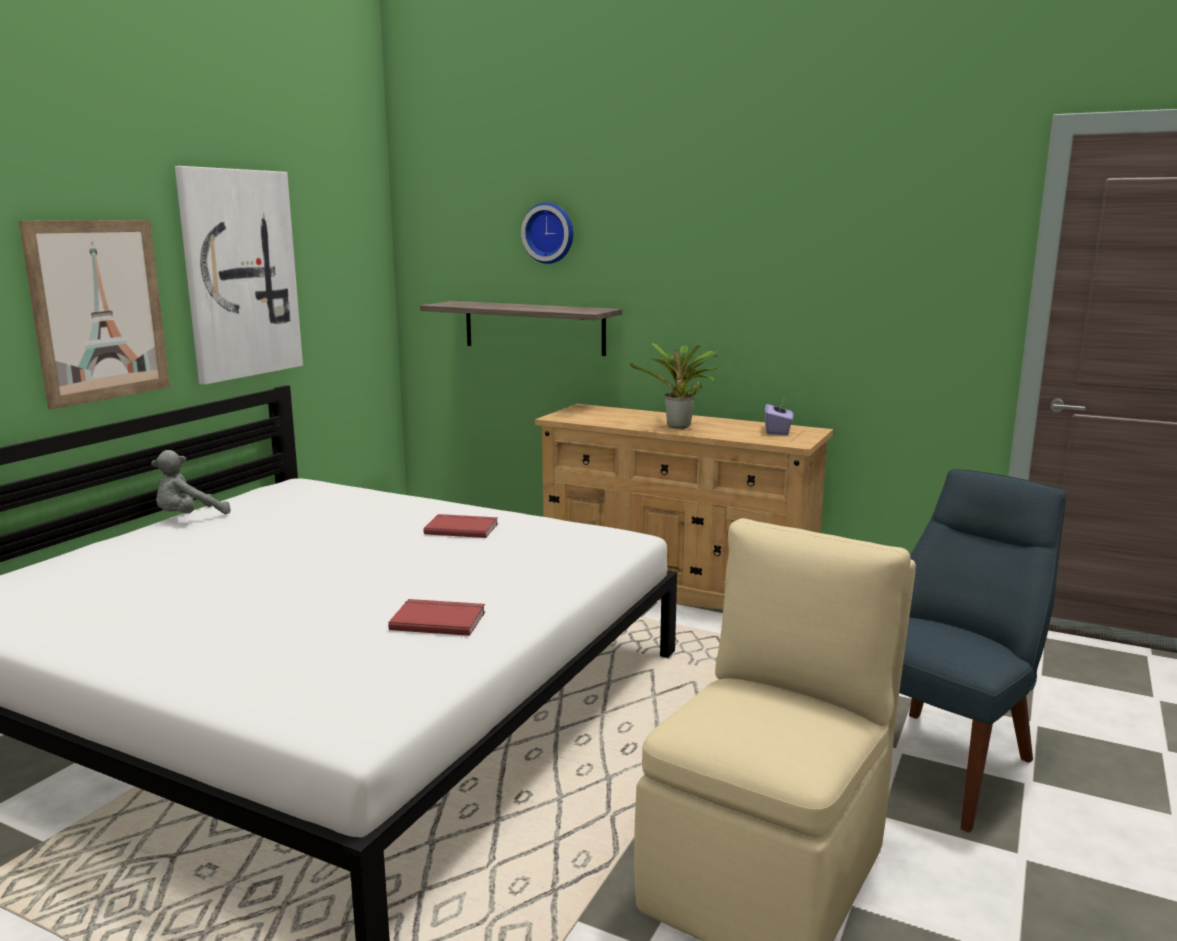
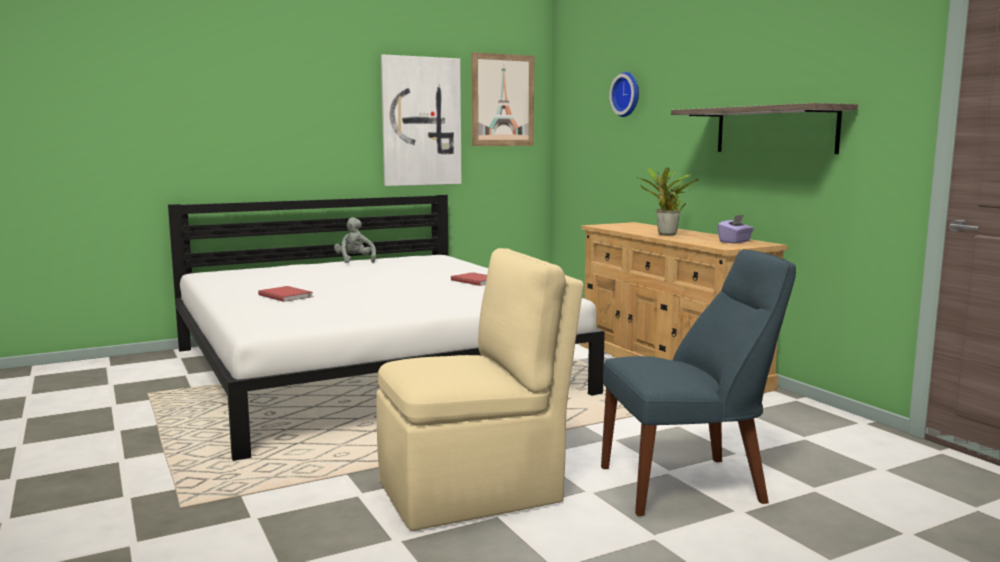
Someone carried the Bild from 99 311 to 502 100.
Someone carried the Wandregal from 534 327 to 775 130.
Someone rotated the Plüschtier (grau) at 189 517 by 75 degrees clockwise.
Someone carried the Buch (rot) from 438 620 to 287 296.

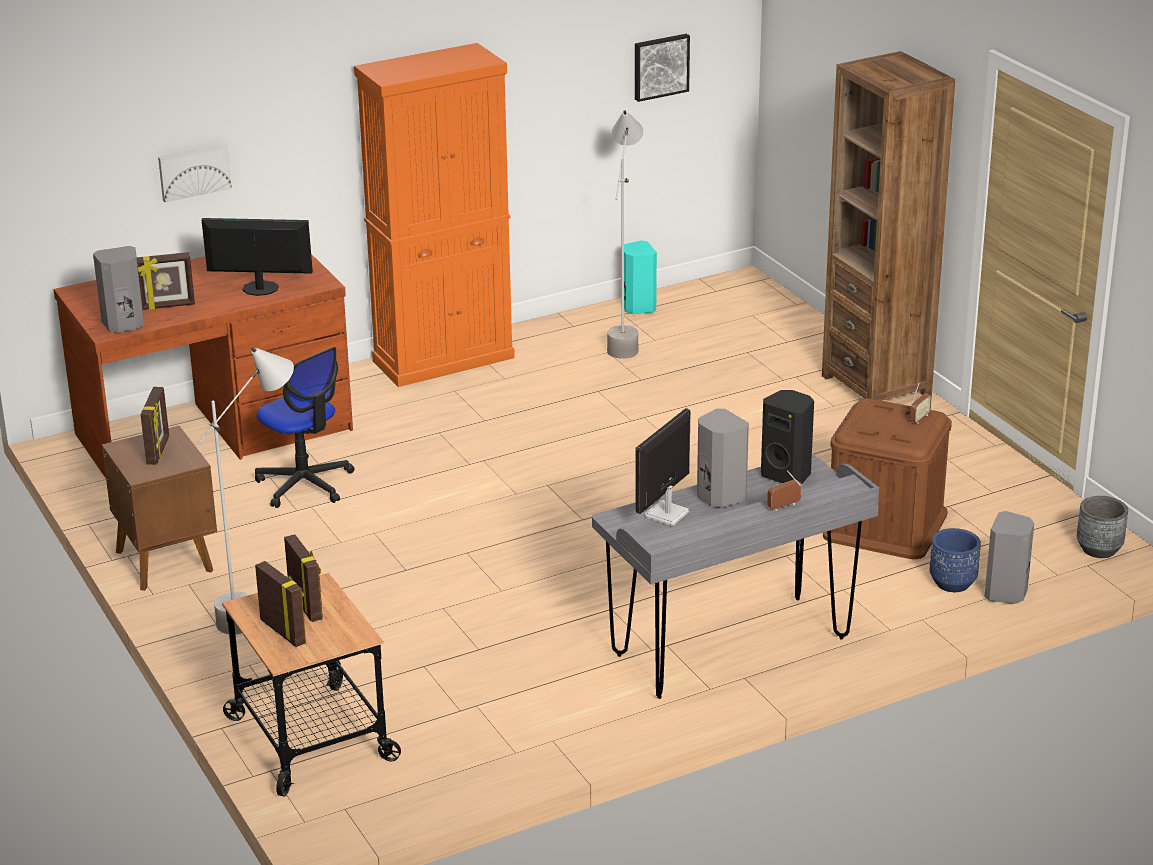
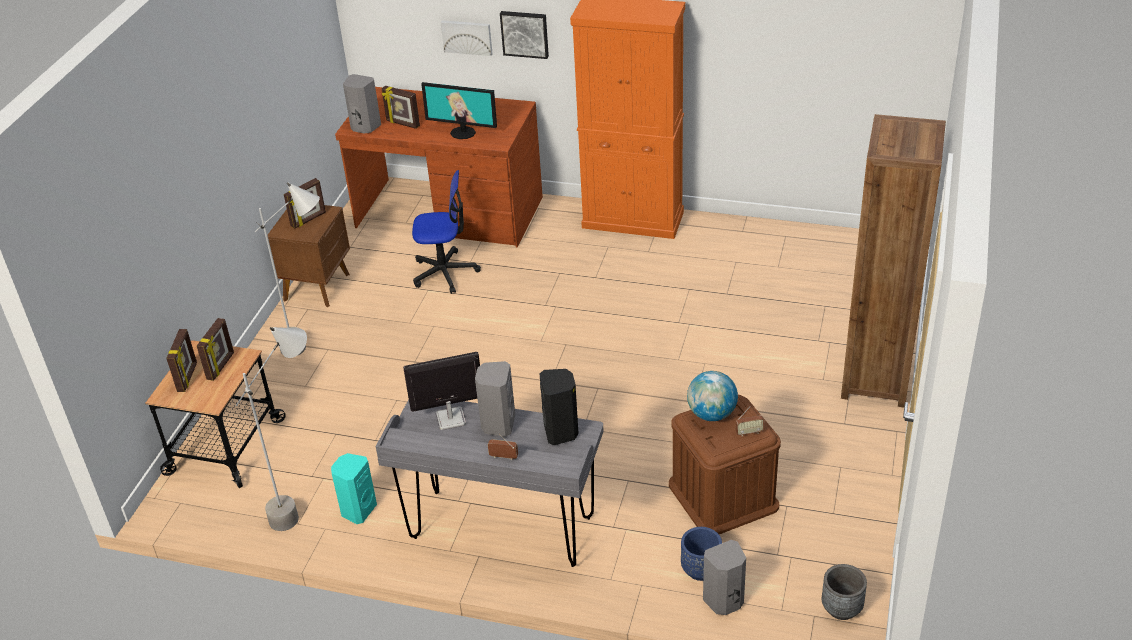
Someone carried the Bild from 660 66 to 525 33.
Someone carried the Stehlampe (grau) from 624 339 to 305 506.
Someone rotated the Monitor at 260 289 by 150 degrees clockwise.
Someone carried the Lautsprecher (türkis) from 637 308 to 357 510.
Someone rotated the Bürostuhl at 305 484 by 90 degrees counterclockwise.
Someone put down the Globus at 711 414.

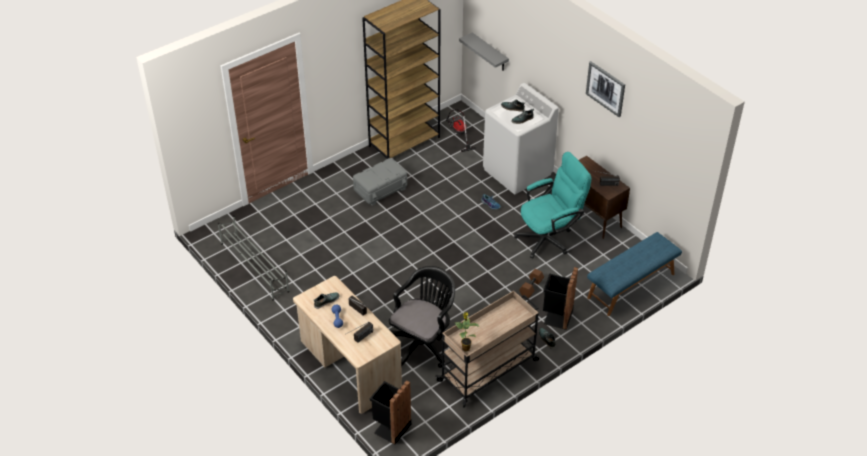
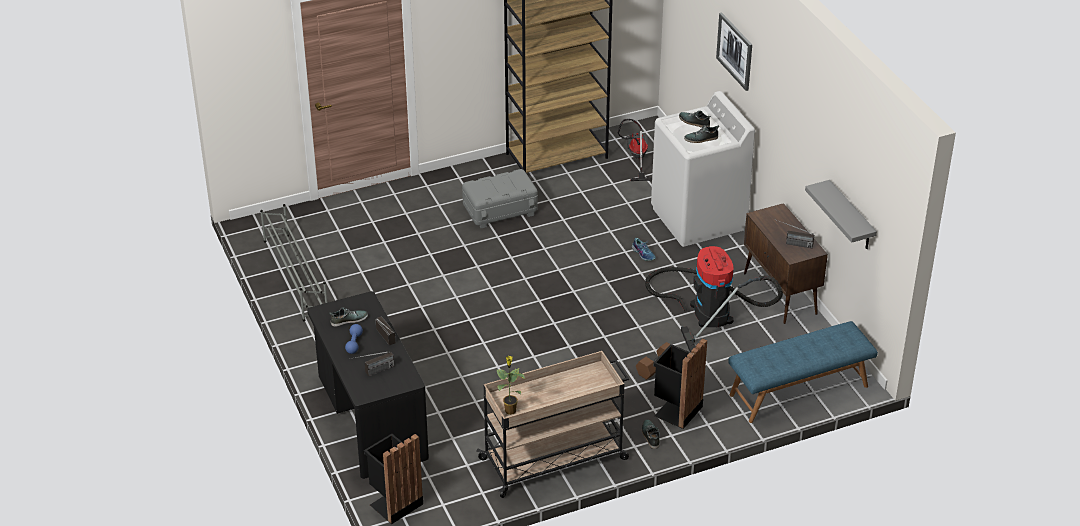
Someone carried the Wandregal (grau) from 490 52 to 851 217.
Someone carried the Bild from 605 88 to 735 51.
Someone swapped the Bürostuhl (türkis) at 549 238 for the Staubsauger at 708 310.
Someone took away the Bürostuhl (schwarz) at 424 342.
Someone repainted the Schreibtisch (beige) at 349 366, which became the Schreibtisch (schwarz) at 369 419.

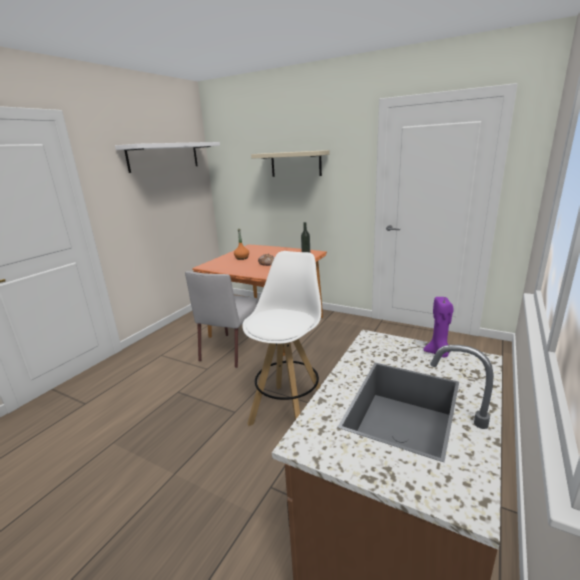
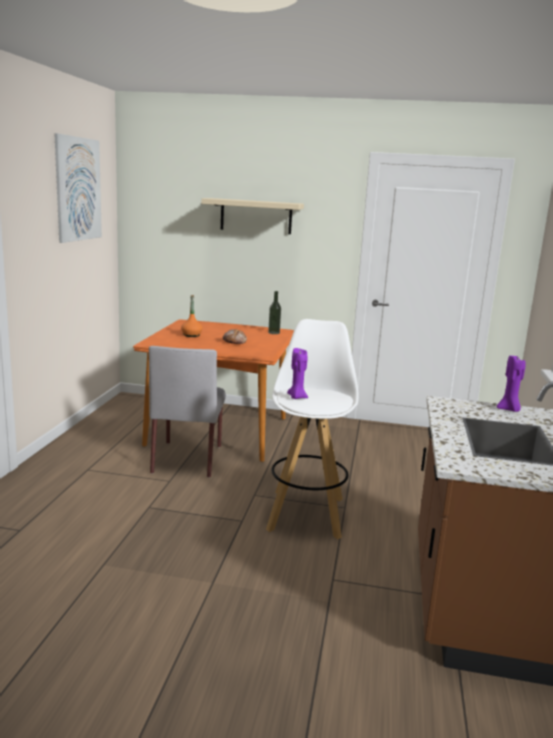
Someone swapped the Wandregal (weiß) at 164 156 for the Bild at 78 189.
Someone put down the Kerze (lila) at 296 397.

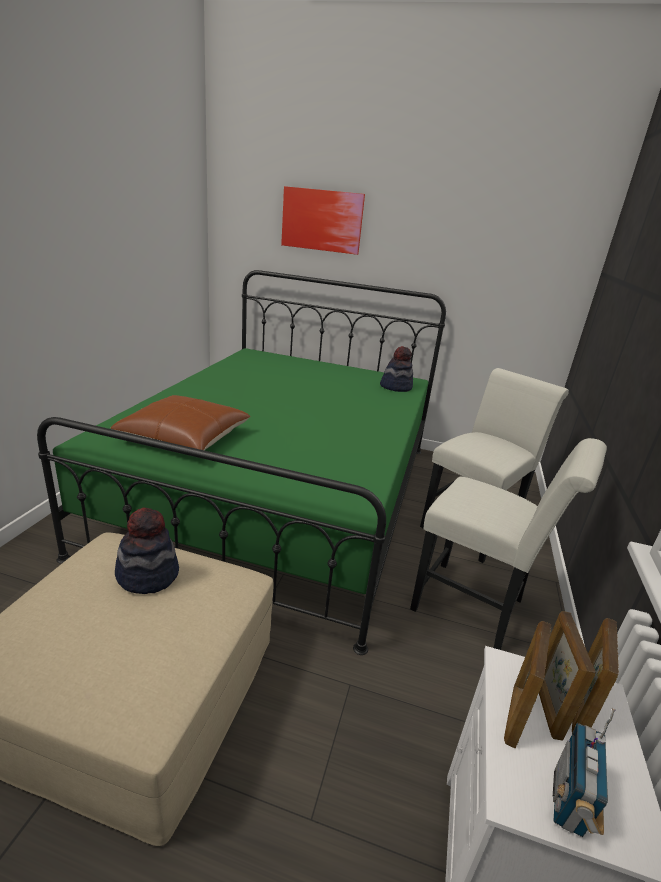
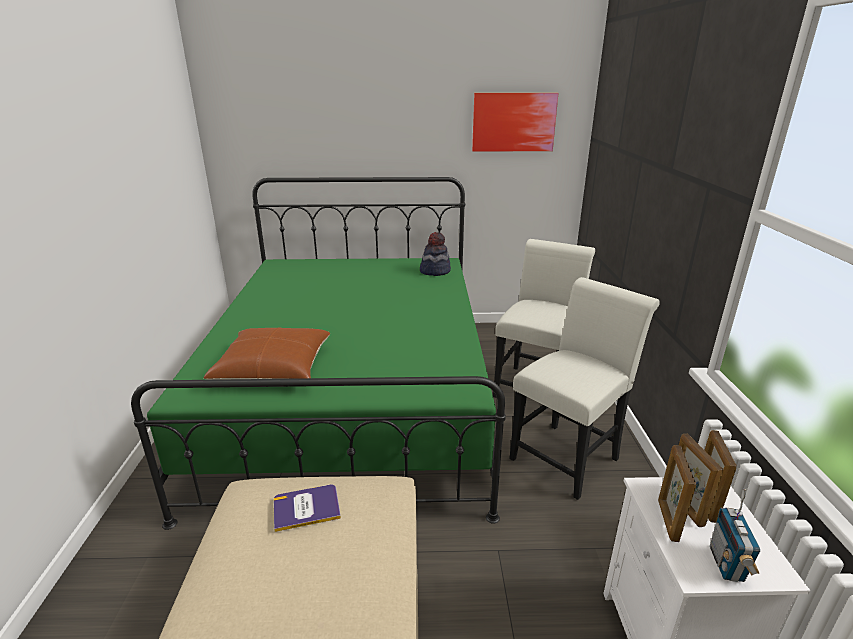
Someone carried the Bild from 322 220 to 513 122.
Someone rotated the Stuhl (weiß) at 476 609 by 60 degrees counterclockwise.
Someone swapped the Hut at 148 575 for the Buch at 306 508.

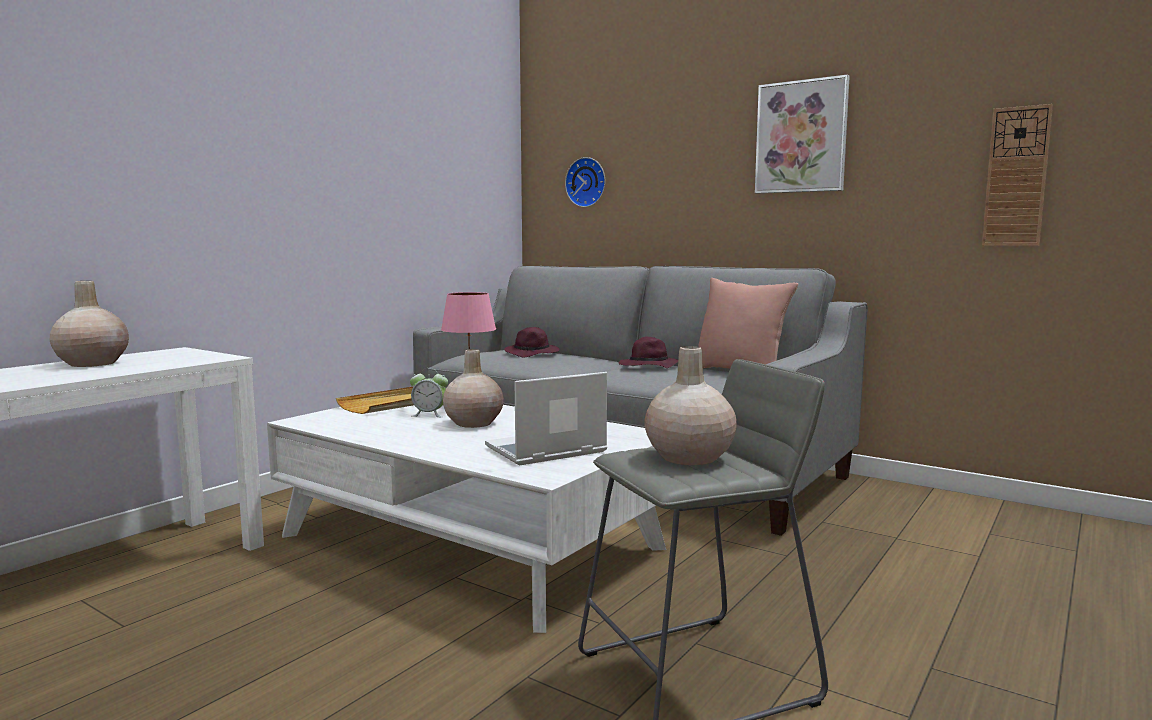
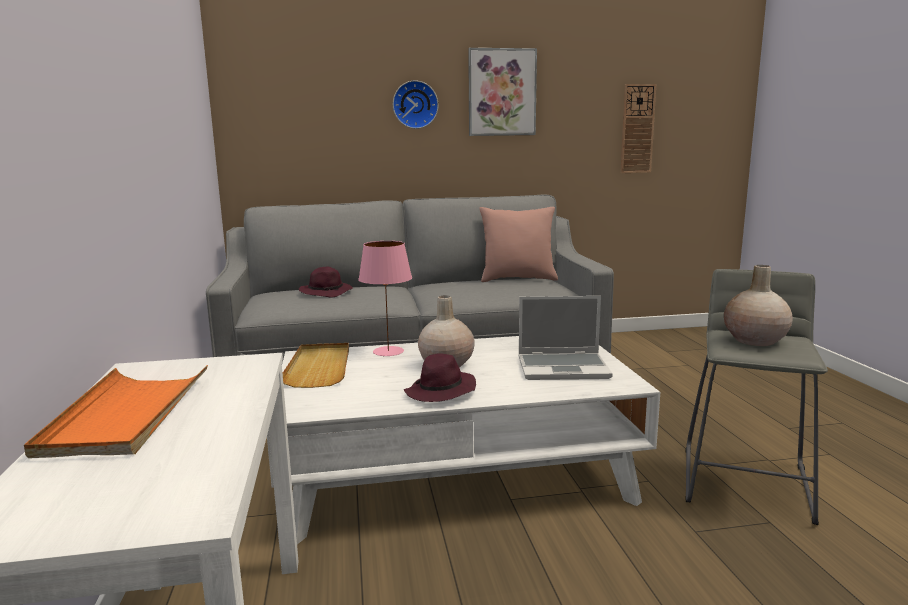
Someone carried the Wanduhr from 587 182 to 415 105.
Someone swapped the Vase (beige) at 92 363 for the Tablett (orange) at 127 415.
Someone carried the Hut (lila) from 648 367 to 441 392.
Someone took away the Wecker at 429 414.
Someone rotated the Laptop at 545 450 by 105 degrees counterclockwise.

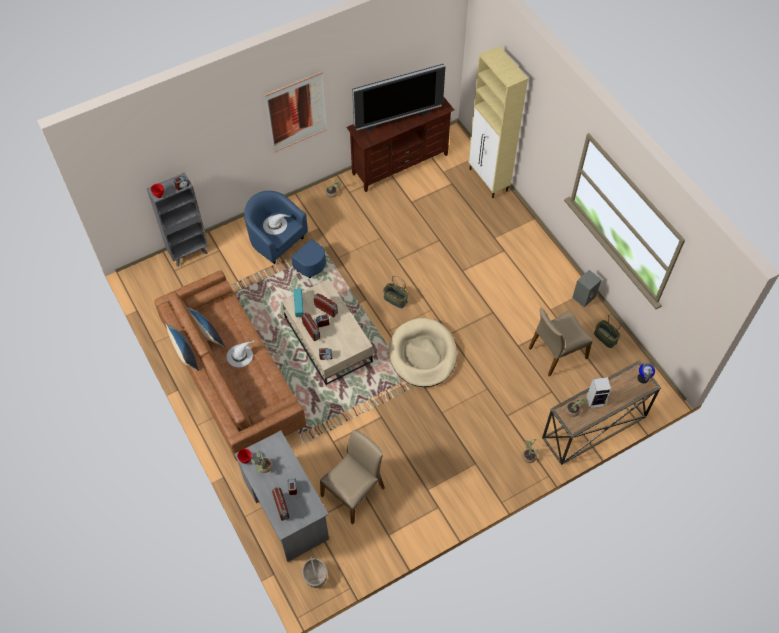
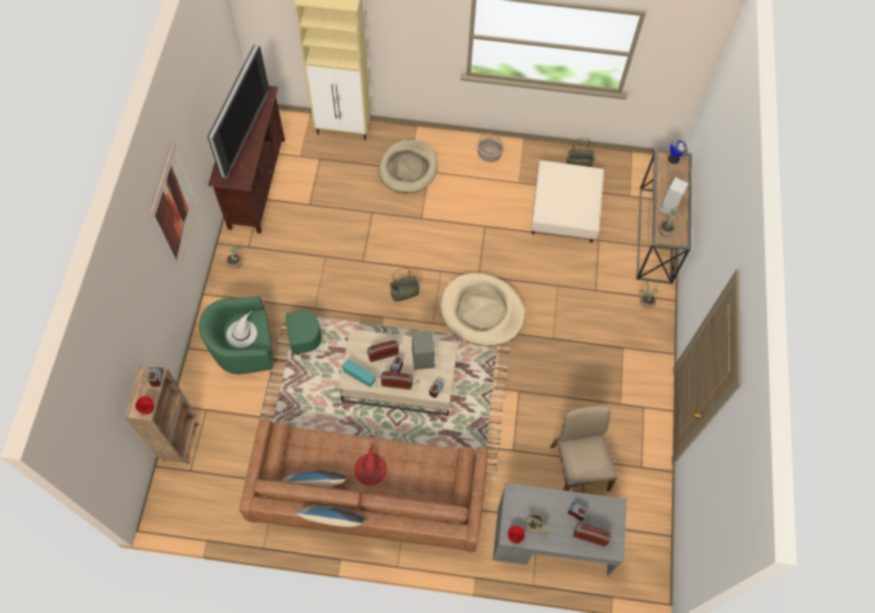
Someone repainted the Bücherregal (grau) at 189 252, which became the Bücherregal (braun) at 181 441.
Someone repainted the Sessel (blau) at 284 247, which became the Sessel (grün) at 259 347.
Someone carried the Lautsprecher (grau) from 584 296 to 422 358.
Someone swapped the Stuhl (beige) at 556 353 for the Polsterhocker (beige) at 564 209.
Someone repainted the Hut (weiß) at 240 355, which became the Hut (rot) at 370 468.
Someone carried the Korb from 315 576 to 489 154.
Someone put down the Hundebett (beige) at 408 168.

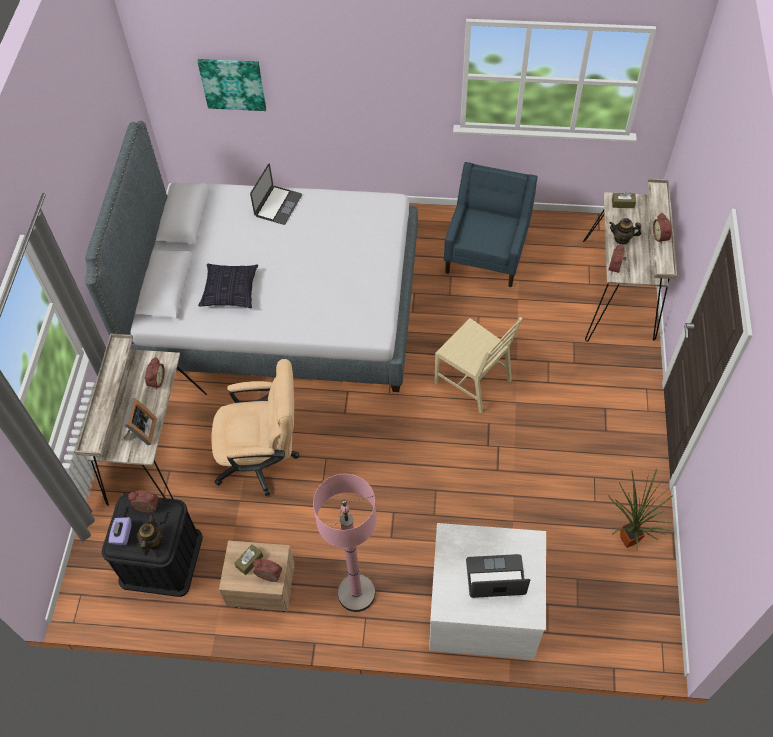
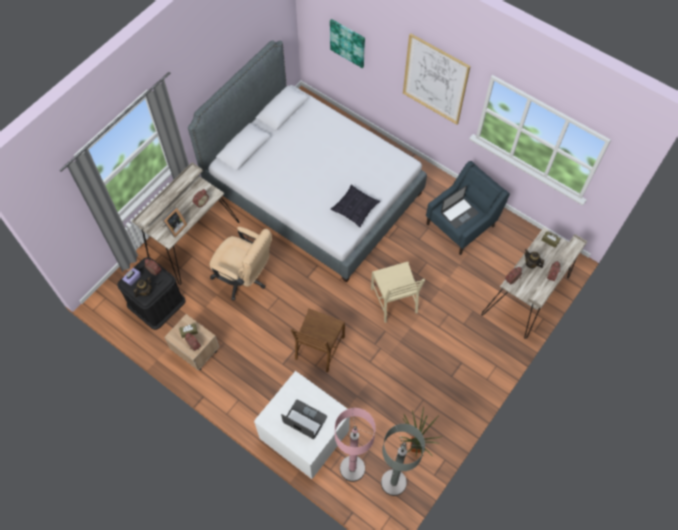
Someone carried the Laptop from 278 205 to 459 213.
Someone carried the Kissen from 230 291 to 355 209.
Someone carried the Stehlampe (rosa) from 356 593 to 352 468.
Someone put up the Bild at 435 79.
Someone put down the Stuhl (braun) at 319 348.
Someone put down the Stehlampe (grau) at 393 482.

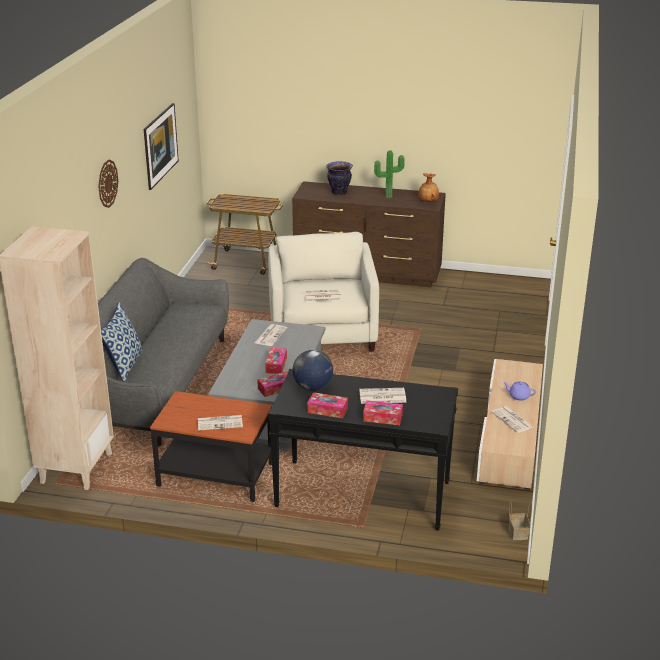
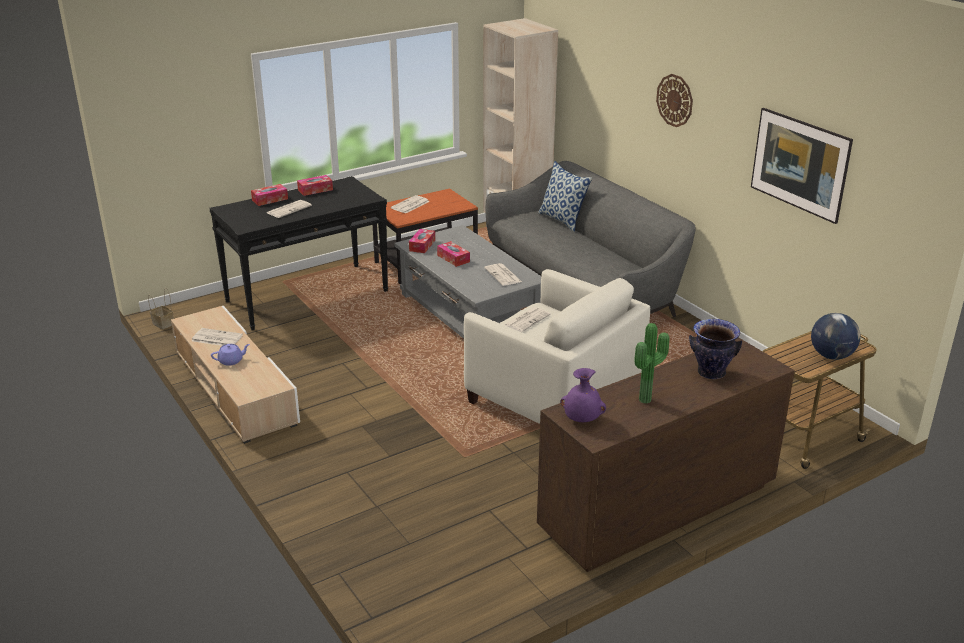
Someone repainted the Vase (braun) at 428 201, which became the Vase (lila) at 582 419.
Someone carried the Globus from 312 387 to 832 356.

